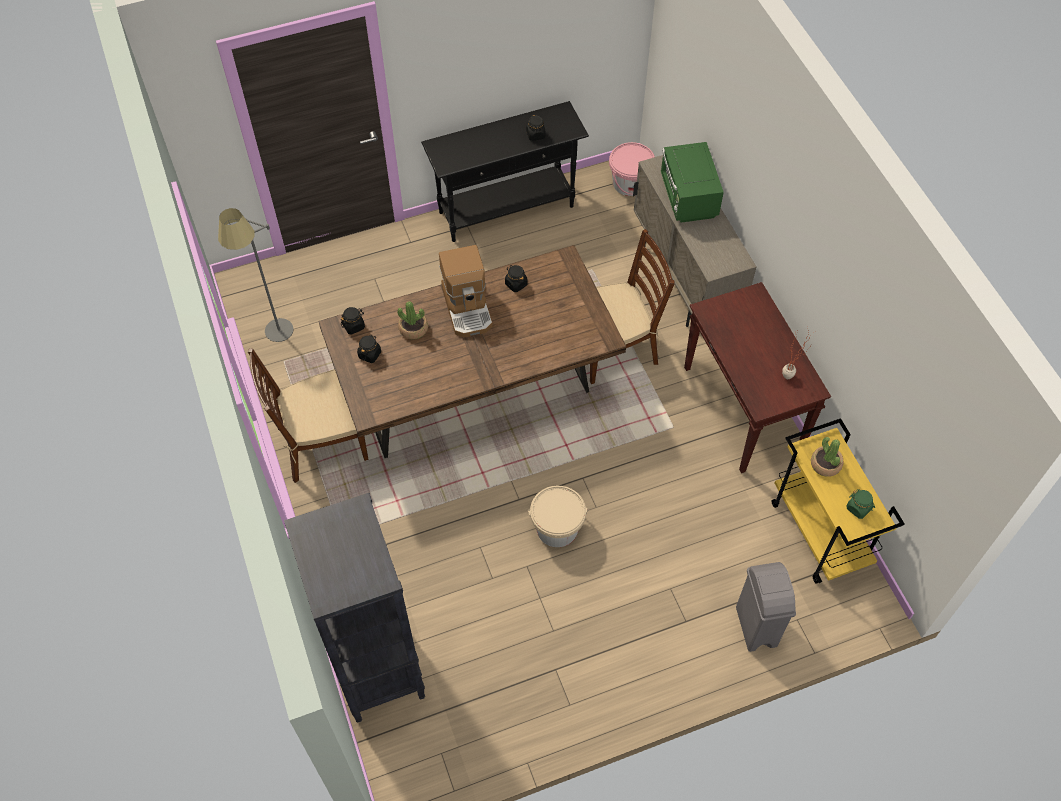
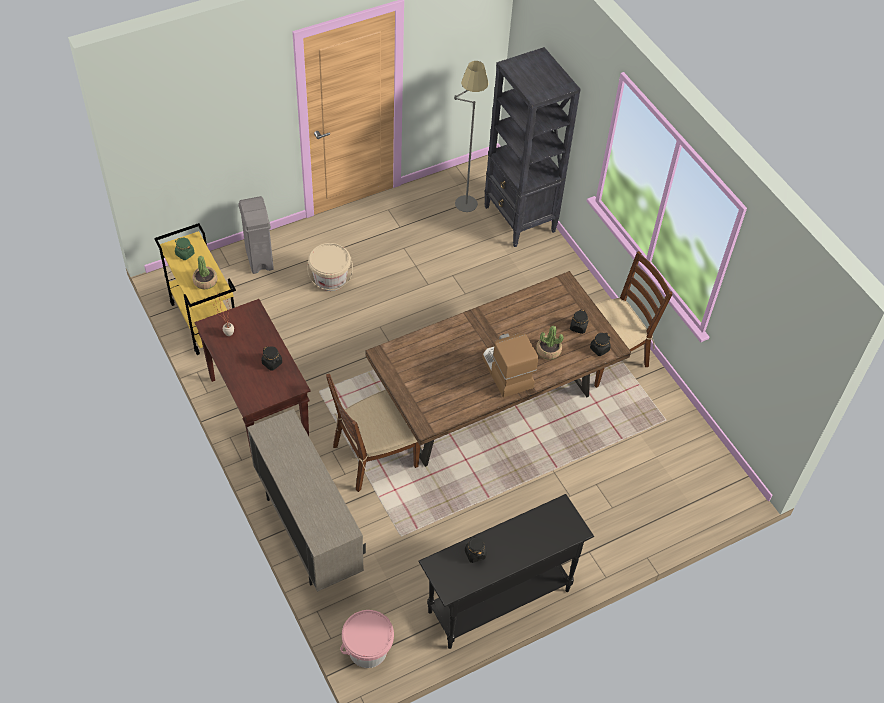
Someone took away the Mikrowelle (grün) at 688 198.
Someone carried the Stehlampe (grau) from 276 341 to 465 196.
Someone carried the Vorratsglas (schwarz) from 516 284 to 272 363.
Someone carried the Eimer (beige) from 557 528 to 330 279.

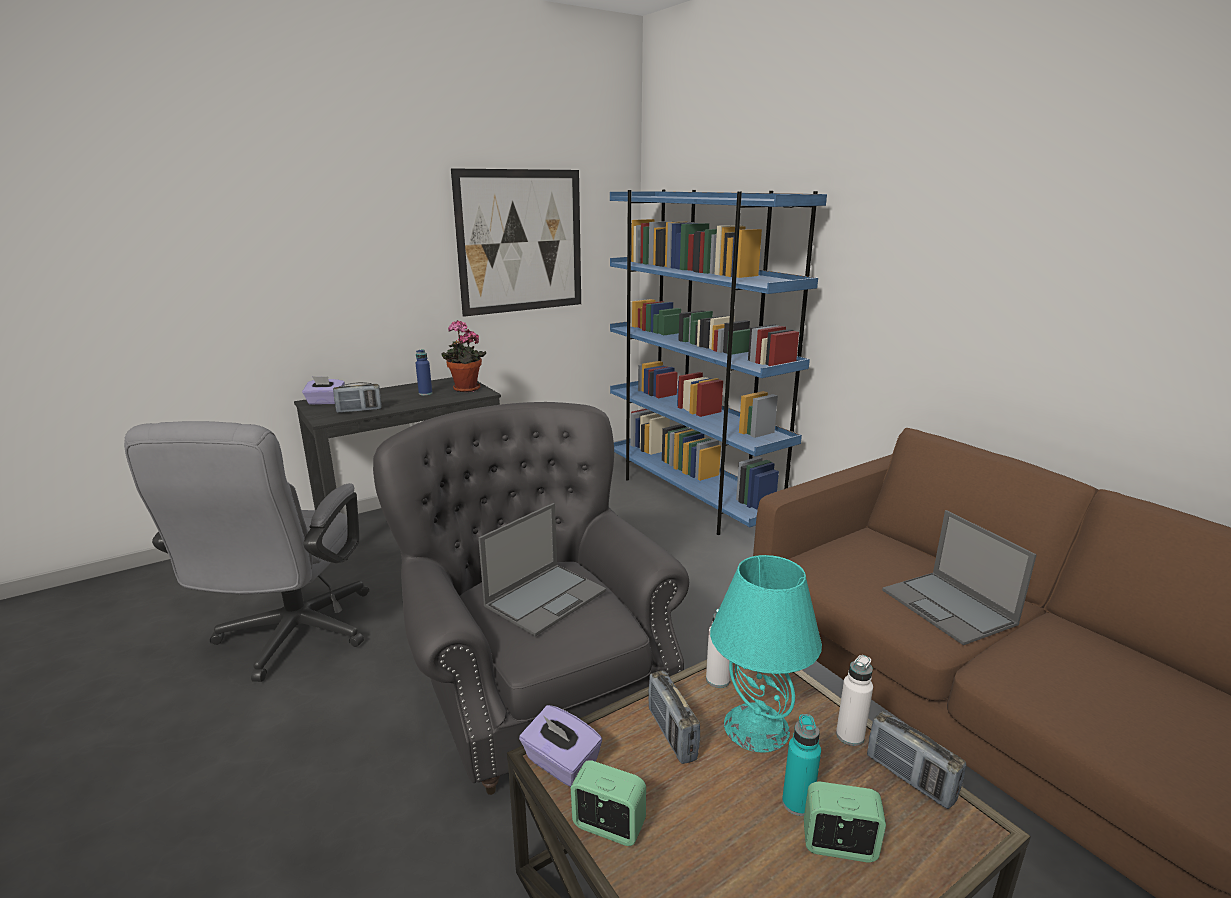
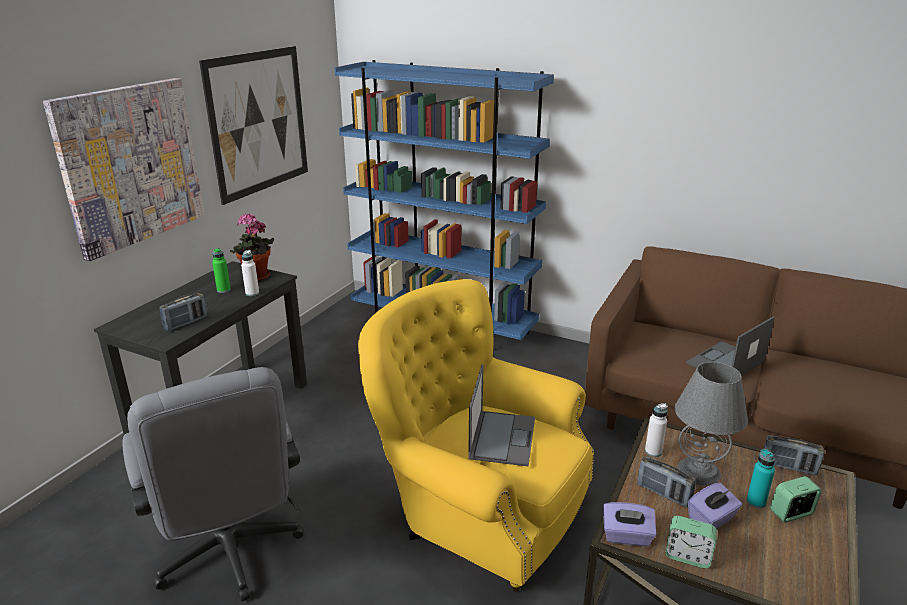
Someone repainted the Flasche (blau) at 425 393, which became the Flasche (grün) at 223 290.
Someone carried the Taschentuchbox (lila) from 325 402 to 712 519.
Someone repainted the Sessel (grau) at 538 691, which became the Sessel (gelb) at 478 512.
Someone rotated the Laptop at 949 608 by 105 degrees clockwise.
Someone repainted the Tischlampe (türkis) at 755 727, which became the Tischlampe (grau) at 698 471.
Someone carried the Flasche (weiß) from 850 736 to 252 293.
Someone rotated the Wecker at 608 826 by 150 degrees counterclockwise.
Someone put up the Bild at 131 165.

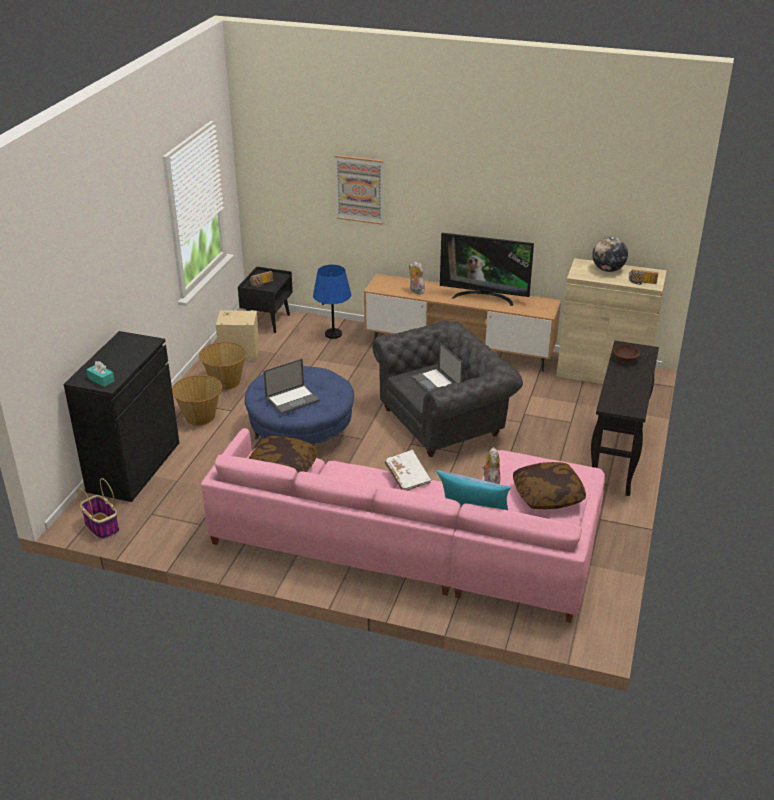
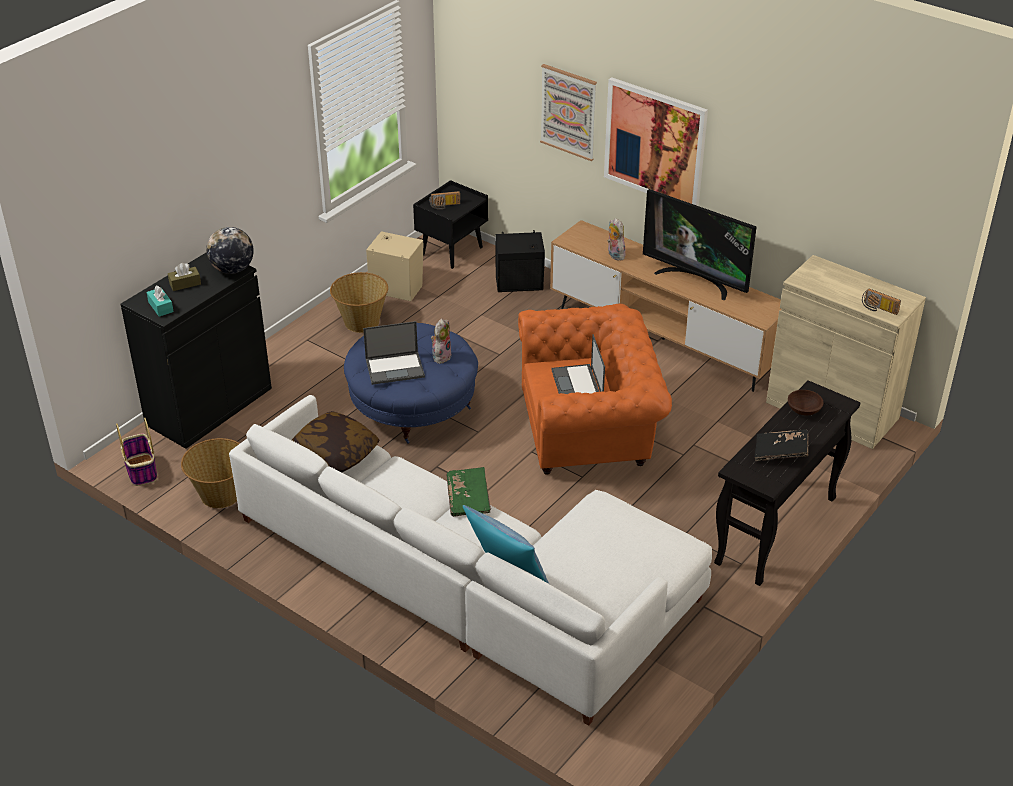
Someone carried the Globus from 608 270 to 232 269.
Someone swapped the Tischlampe (blau) at 333 334 for the Lautsprecher (schwarz) at 520 284.
Someone repainted the Sessel (grau) at 445 421, which became the Sessel (orange) at 590 431.
Someone carried the Korb from 200 417 to 220 495.
Someone repainted the Sofa (rosa) at 424 545, which became the Sofa (weiß) at 474 583.
Someone carried the Plüschtier from 490 482 to 441 356.
Someone repainted the Buch (weiß) at 407 477, which became the Buch (grün) at 468 499.
Someone took away the Kissen at 548 495.
Someone put up the Bild at 655 143.
Someone put down the Taschentuchbox (braun) at 185 284.
Someone put down the Buch (schwarz) at 780 452.

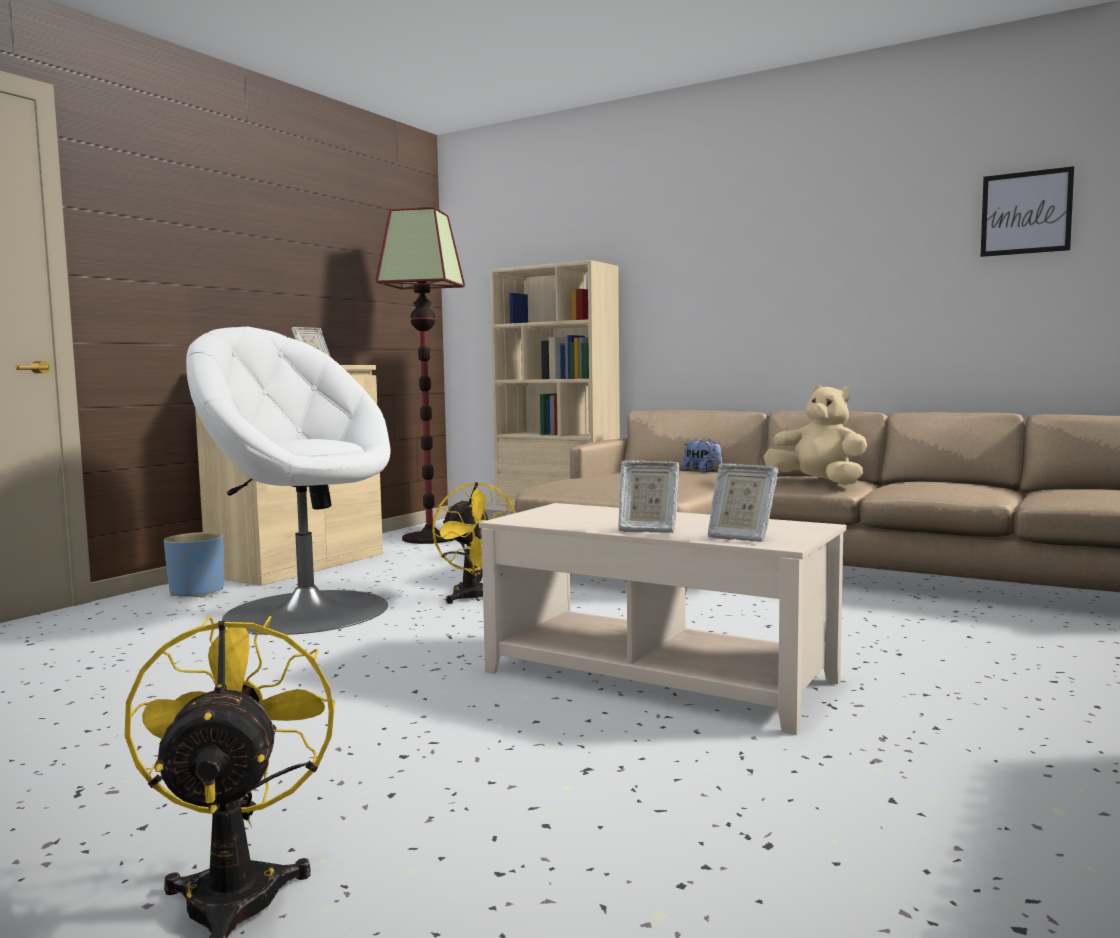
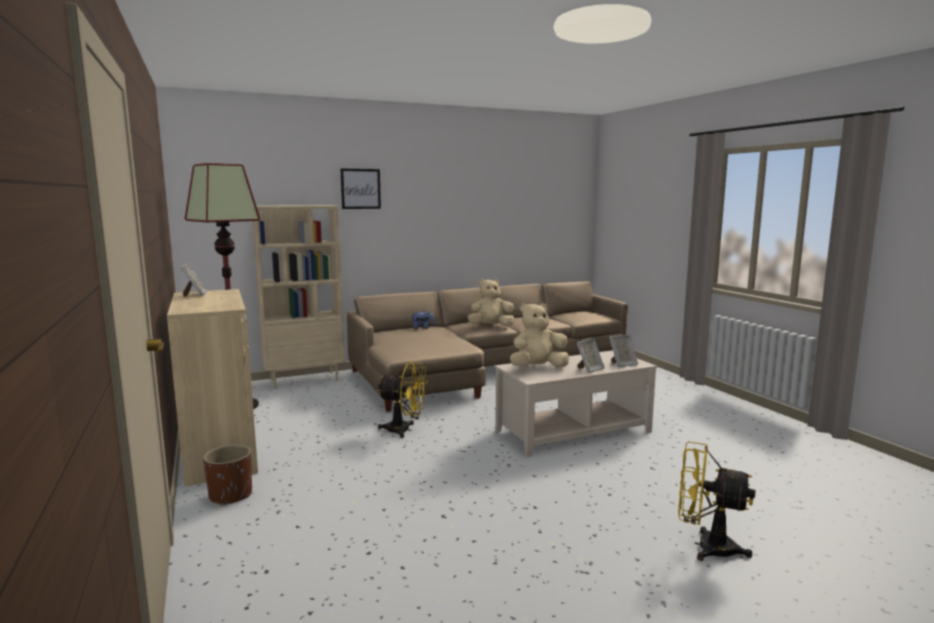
Someone carried the Bild from 1026 213 to 360 189.
Someone took away the Sessel (weiß) at 305 610.
Someone repainted the Pflanzkübel (blau) at 197 592, which became the Pflanzkübel (braun) at 230 495.
Someone put down the Plüschtier (beige) at 538 368.

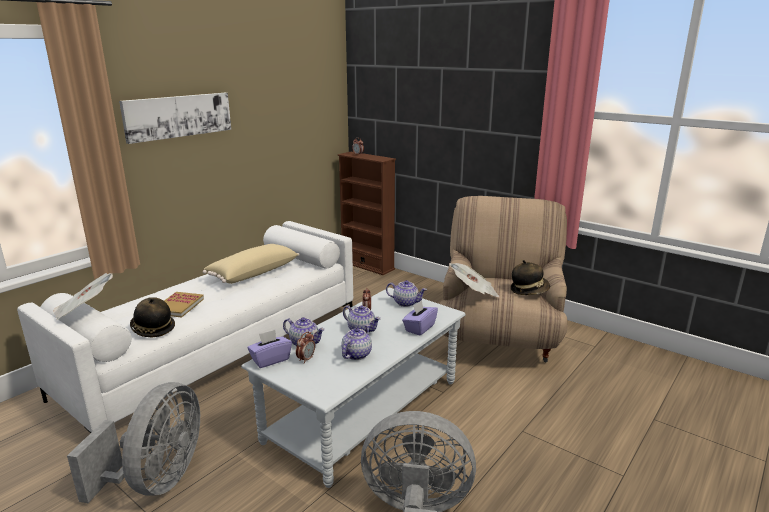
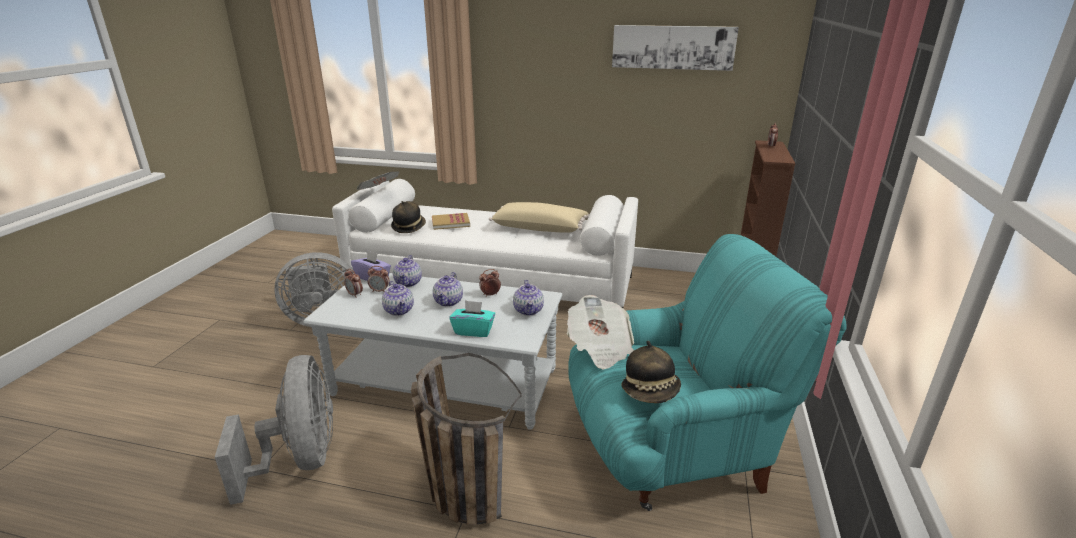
Someone carried the Bild from 178 116 to 673 47.
Someone repainted the Sessel (beige) at 498 338, which became the Sessel (türkis) at 673 447.
Someone repainted the Taschentuchbox (lila) at 419 328, which became the Taschentuchbox (türkis) at 473 331.
Someone rotated the Teekanne at 356 354 by 60 degrees clockwise.
Someone put down the Wecker at 355 294.
Someone put down the Korb at 457 485.

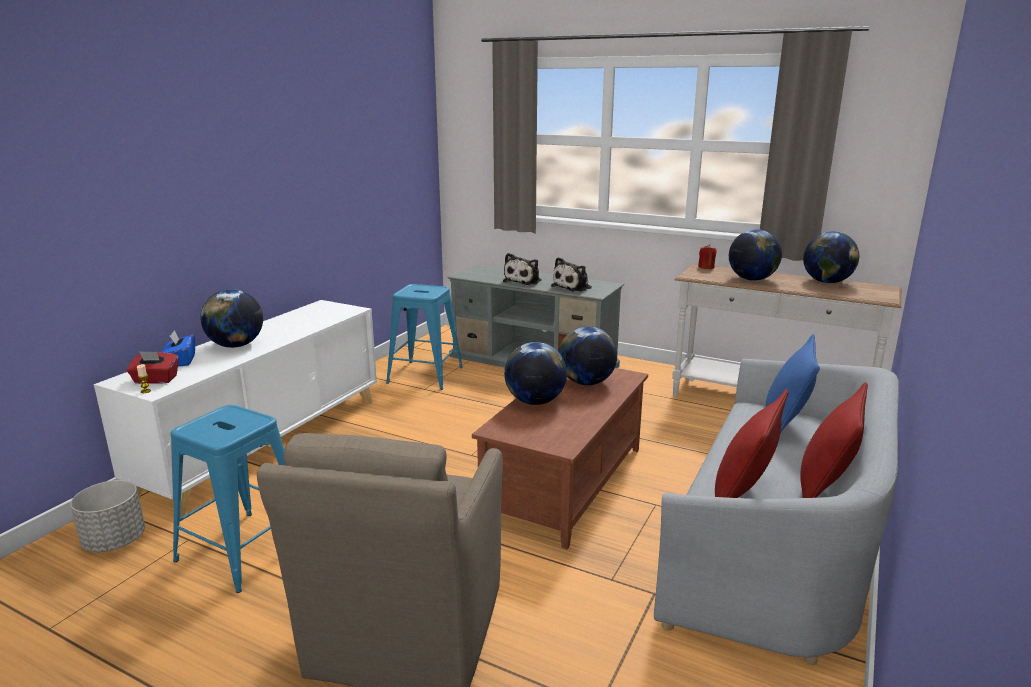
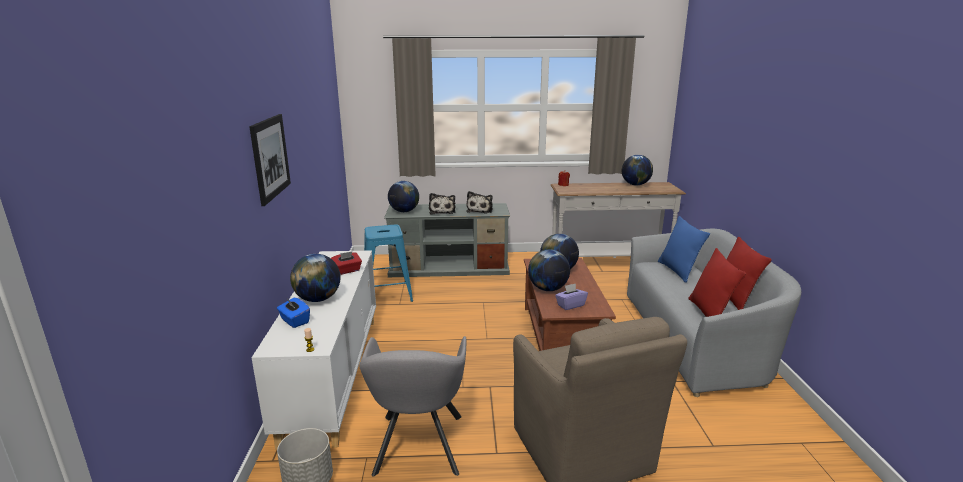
Someone carried the Globus from 752 279 to 404 211.
Someone carried the Taschentuchbox (rot) from 155 380 to 347 271.
Someone swapped the Hocker (blau) at 245 550 for the Sessel (grau) at 419 447.
Someone put up the Bild at 270 157.
Someone put down the Taschentuchbox (lila) at 570 305.

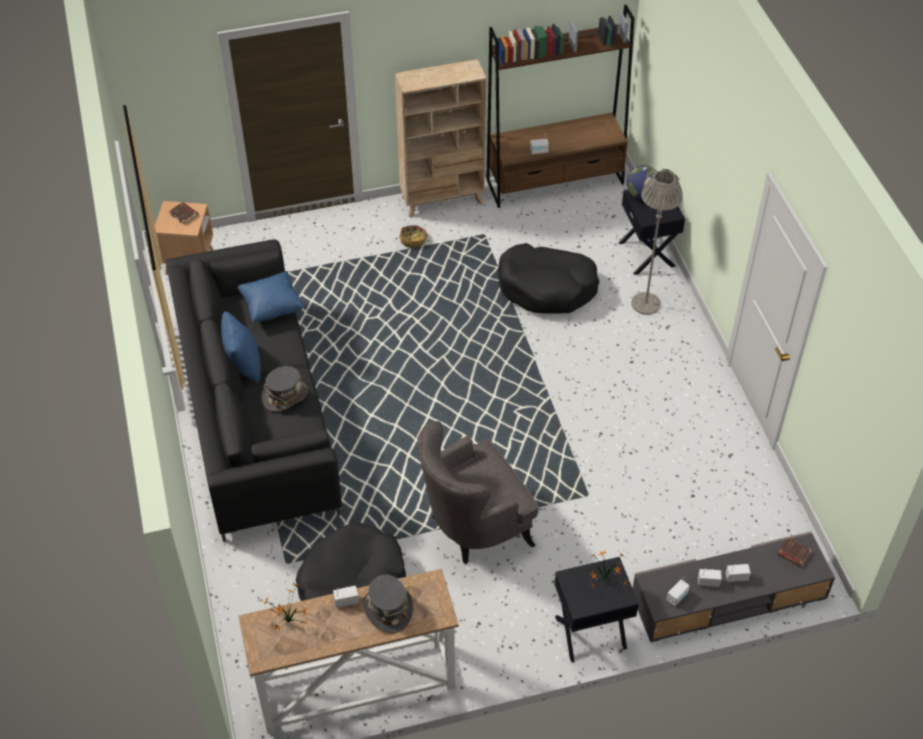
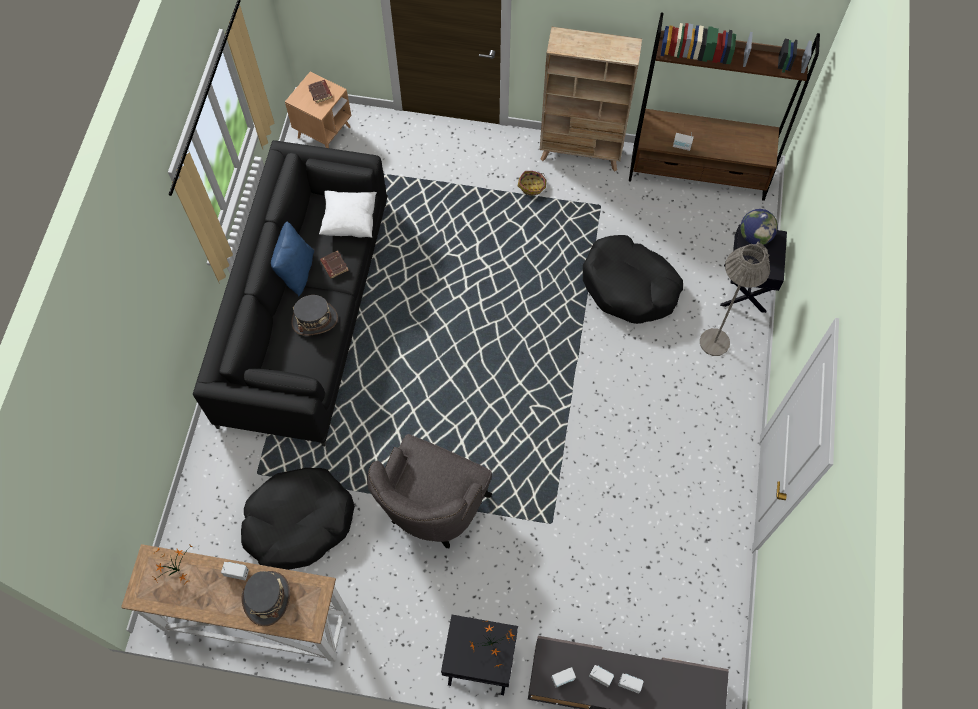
Someone repainted the Kissen (blau) at 272 307, which became the Kissen (weiß) at 350 222.
Someone rotated the Sessel (grau) at 473 527 by 60 degrees counterclockwise.
Someone carried the Buch (braun) from 793 554 to 334 265.

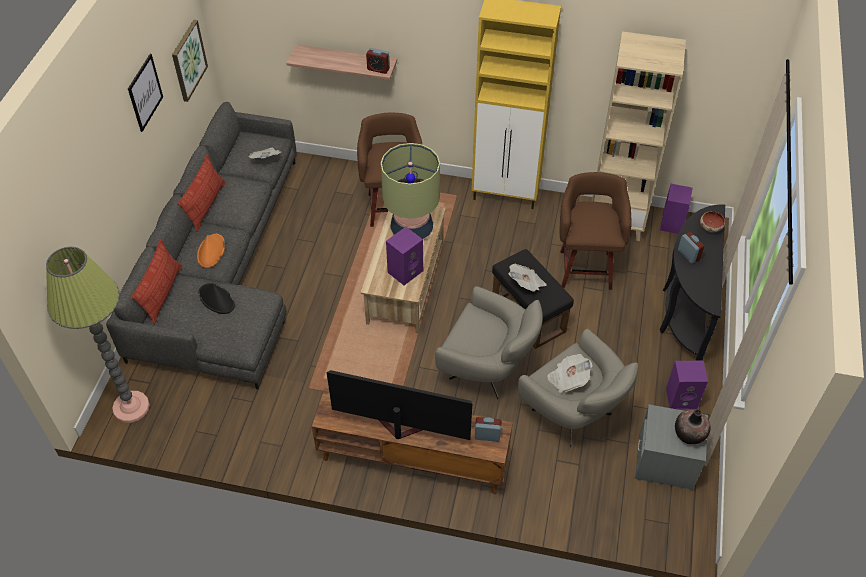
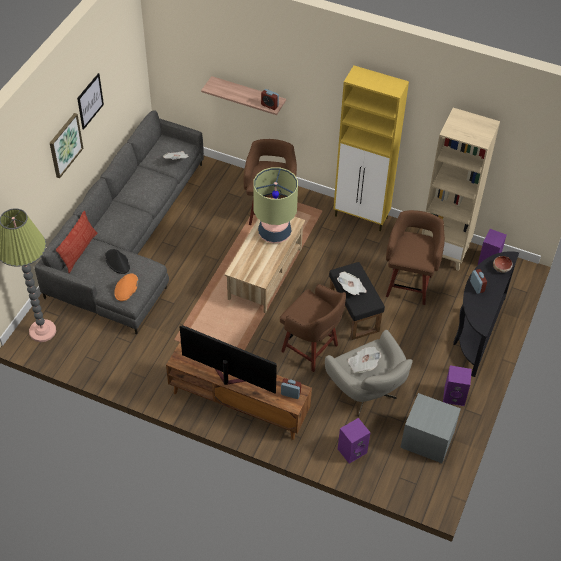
Someone carried the Bild from 188 60 to 65 145.
Someone took away the Kissen at 206 205.
Someone carried the Lautsprecher (lila) from 405 271 to 352 450.
Someone carried the Hut (orange) from 211 251 to 126 288.
Someone swapped the Sessel (grau) at 487 370 for the Hocker (braun) at 311 349.
Someone took away the Vase at 689 434.

